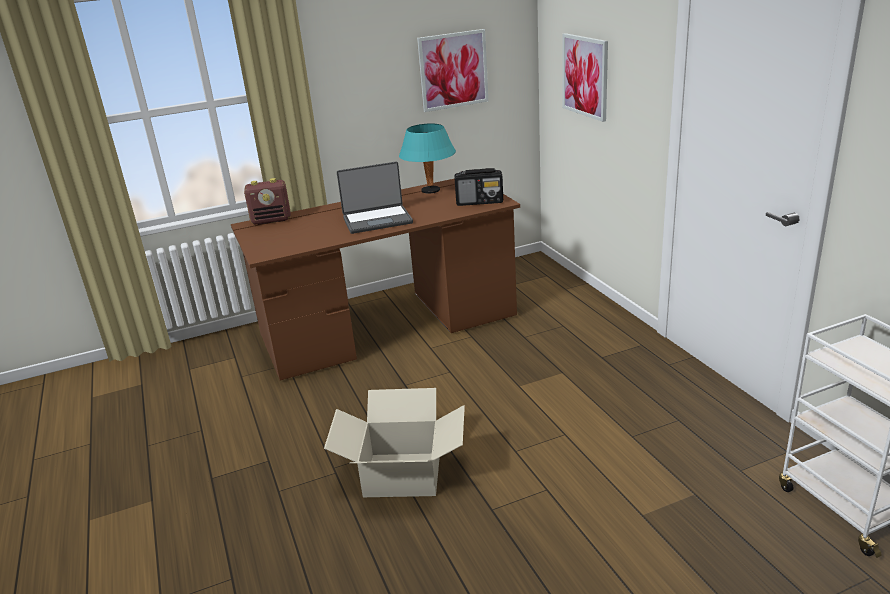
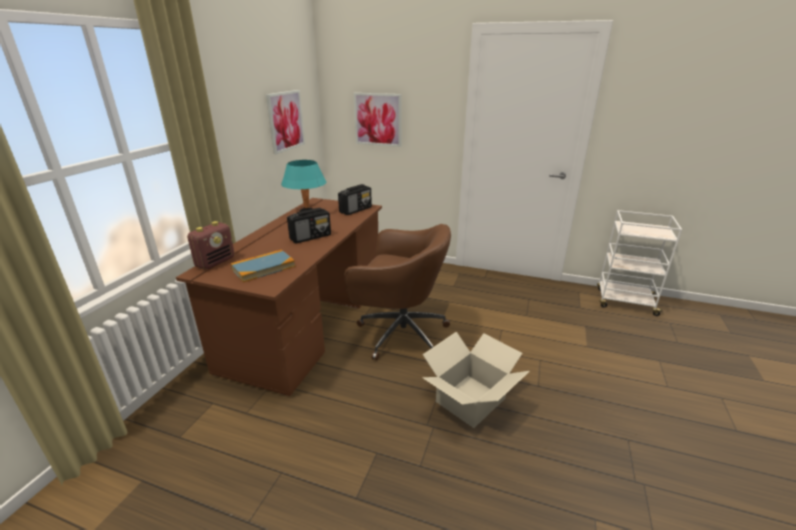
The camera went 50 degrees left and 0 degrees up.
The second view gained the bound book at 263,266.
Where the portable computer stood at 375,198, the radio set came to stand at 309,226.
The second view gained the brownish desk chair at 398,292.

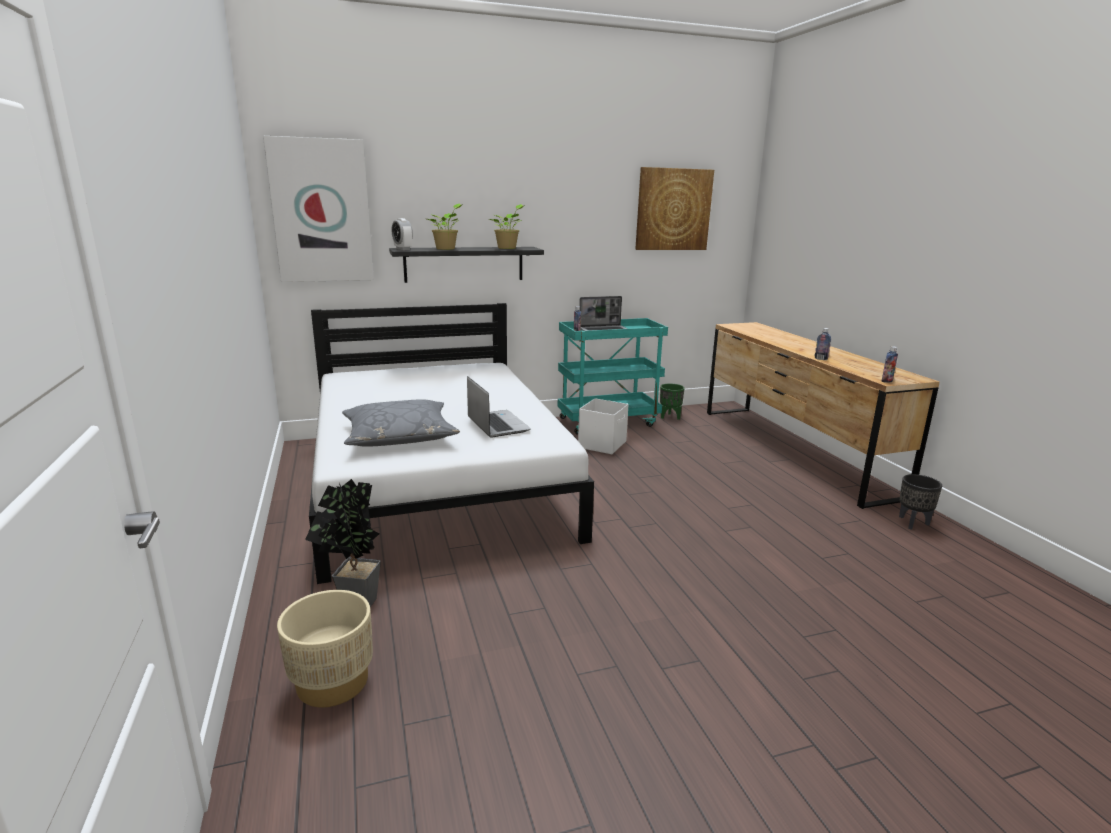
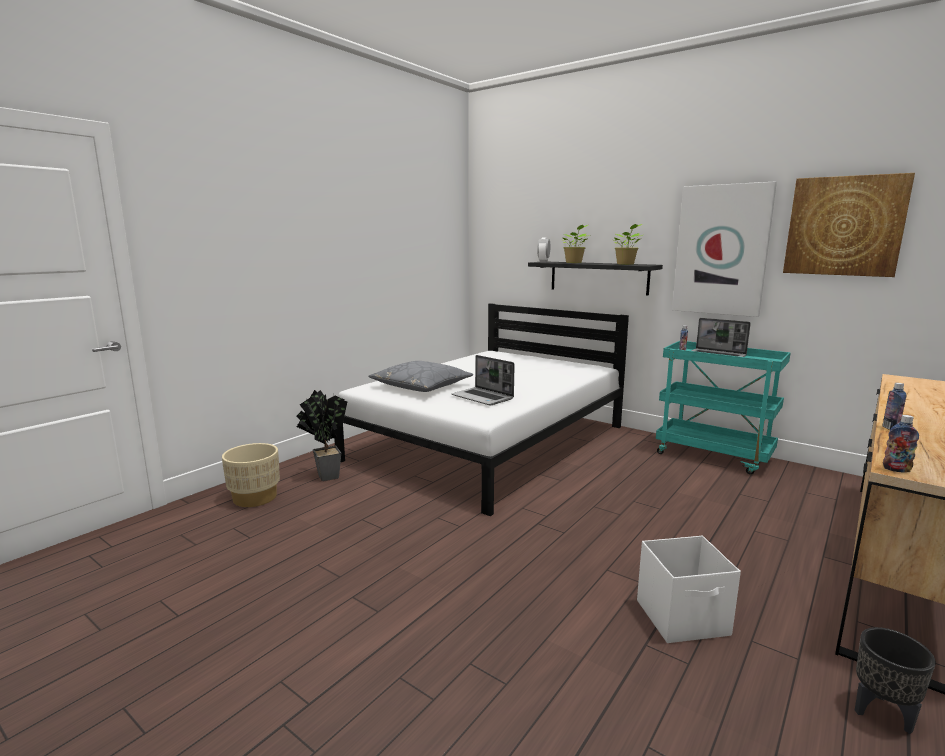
The camera went 55 degrees right and 5 degrees down.
The portable computer at 499,407 ended up facing another way, 105 degrees clockwise from before.
The white-coloured storage container ended up elsewhere, having gone from 603,426 to 689,589.
The wall art ended up elsewhere, having gone from 318,209 to 724,249.
The second view lost the green flower pot at 672,401.

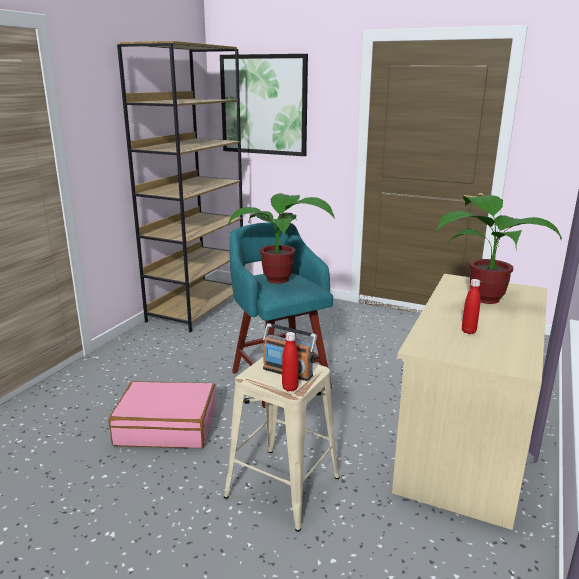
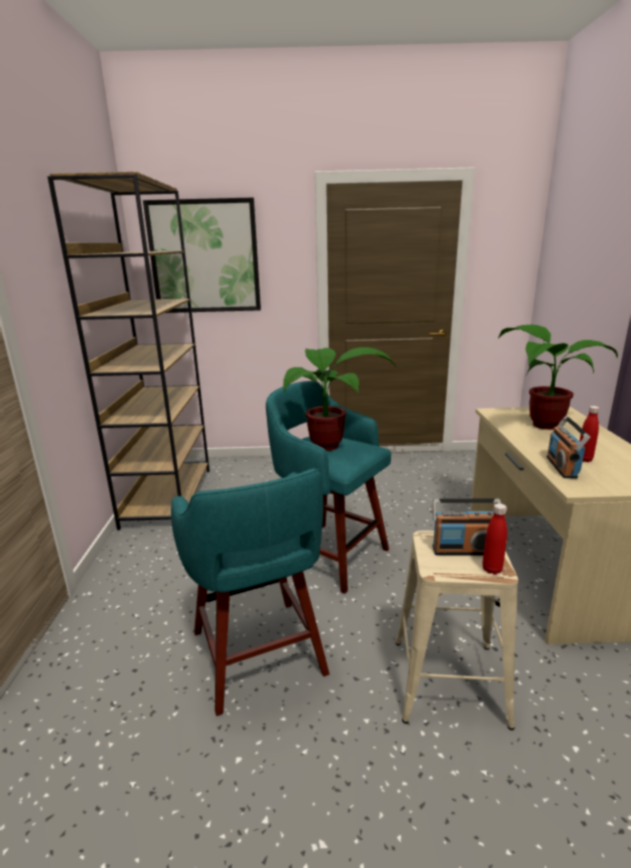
The camera went 25 degrees left and 0 degrees up.
Where the pink-coloured travel case stood at 162,414, the blue-green stool came to stand at 250,592.
The second view gained the radio set at 569,447.

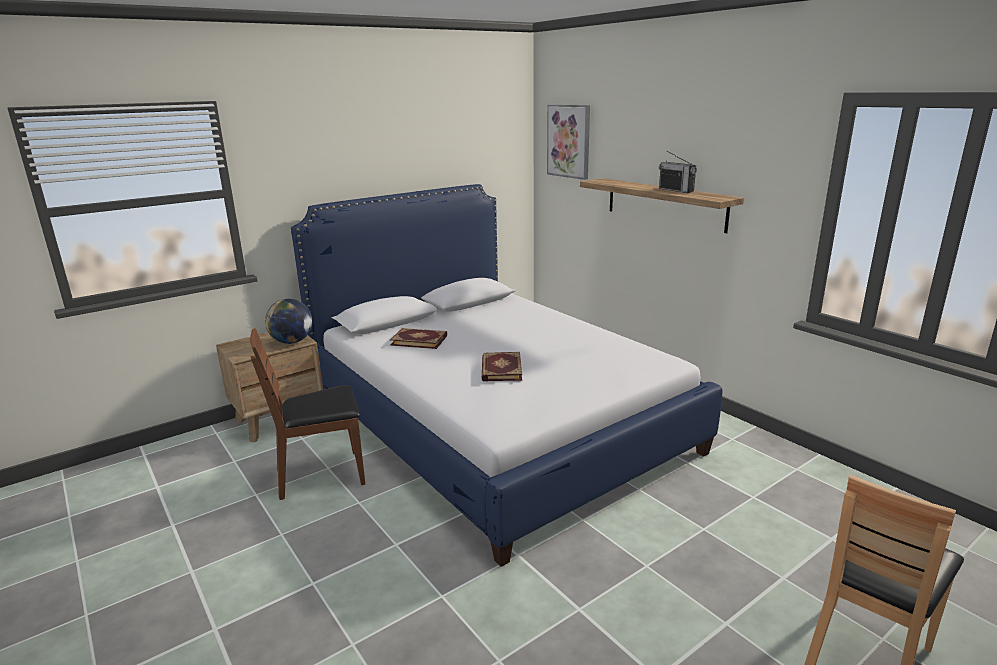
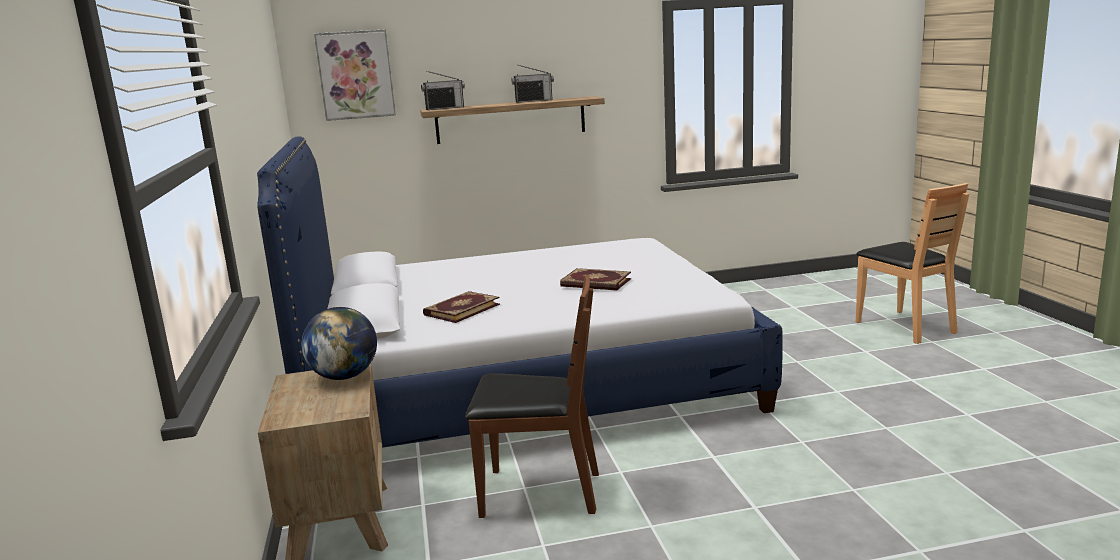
The camera went 65 degrees left and 5 degrees down.
The second view gained the radio set at 443,90.
The brownish chair at 307,414 ended up facing another way, 90 degrees counterclockwise from before.

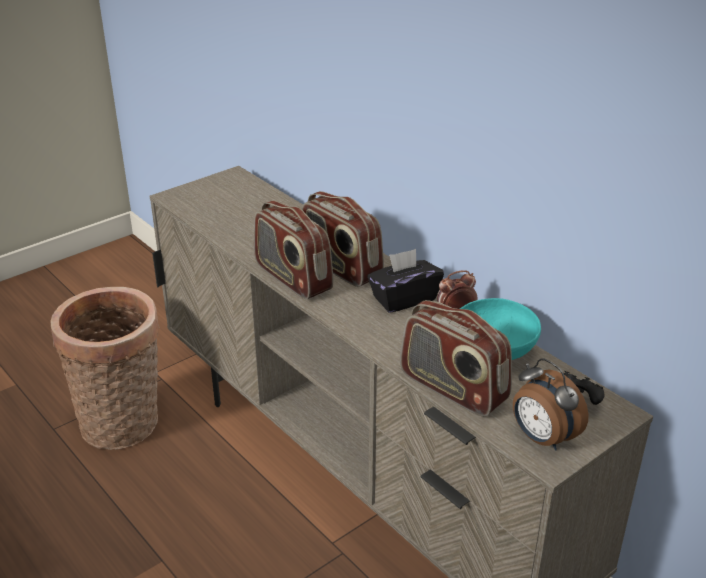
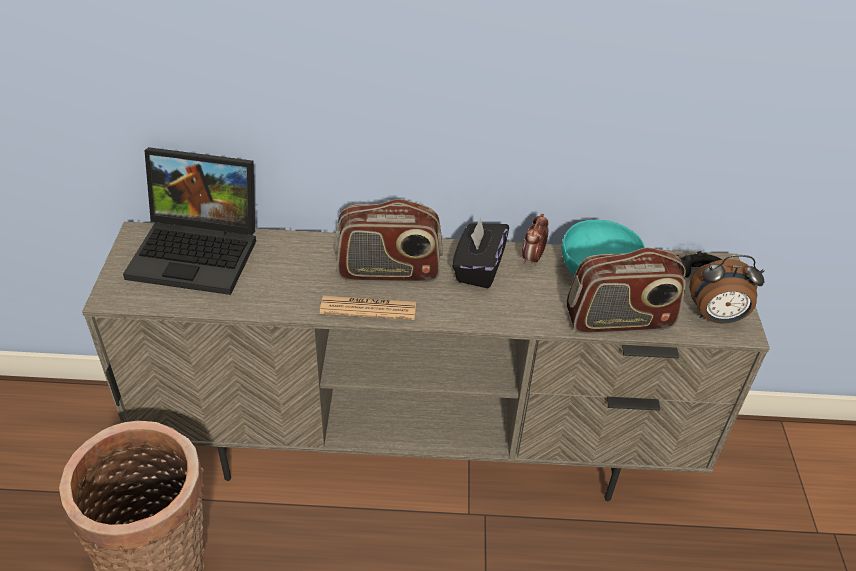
The camera went 50 degrees left and 10 degrees up.
The second view gained the portable computer at 189,221.
Where the radio set stood at 293,250, the newspaper came to stand at 368,308.

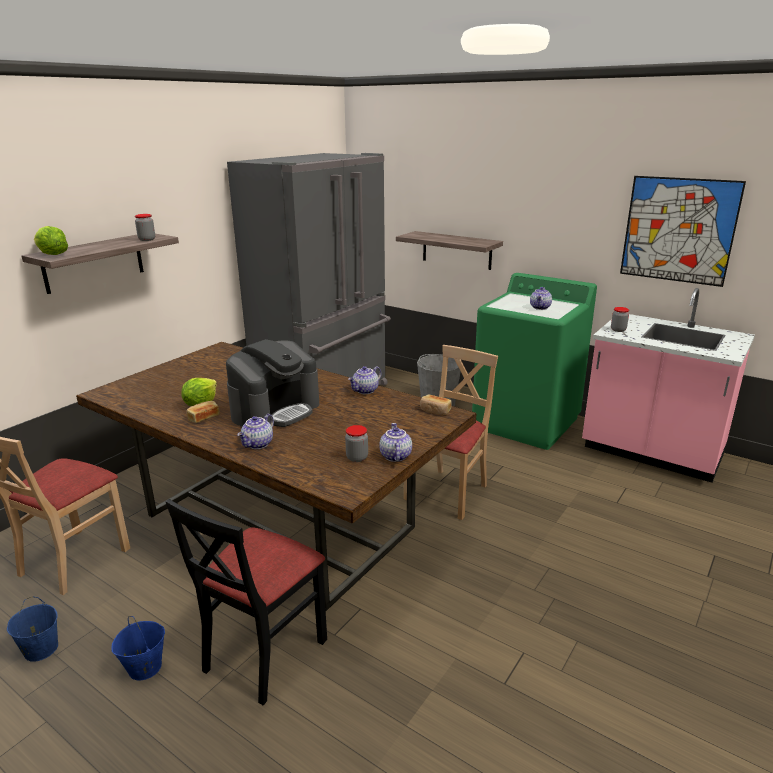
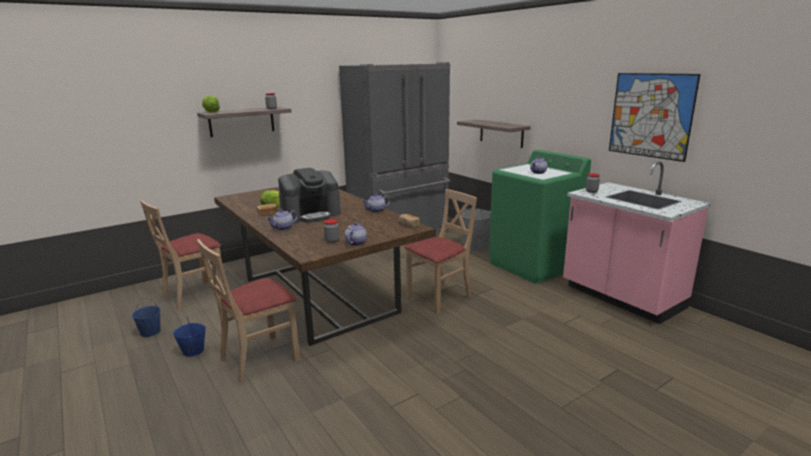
The camera went 20 degrees right and 5 degrees down.
What was the black chair at 246,602 turned into the beige chair at 248,311.

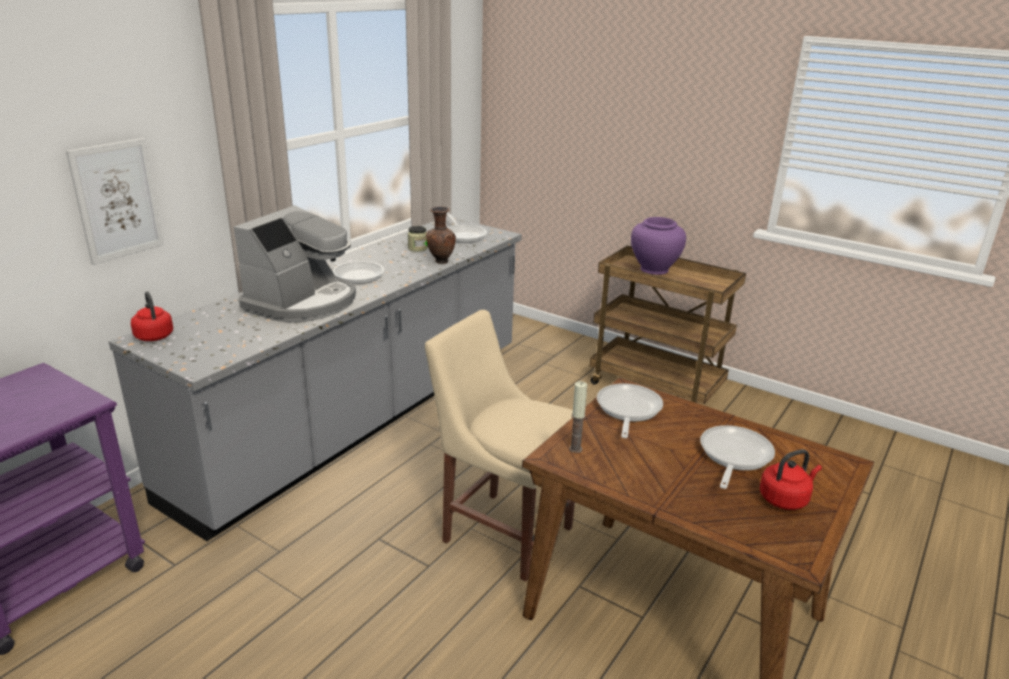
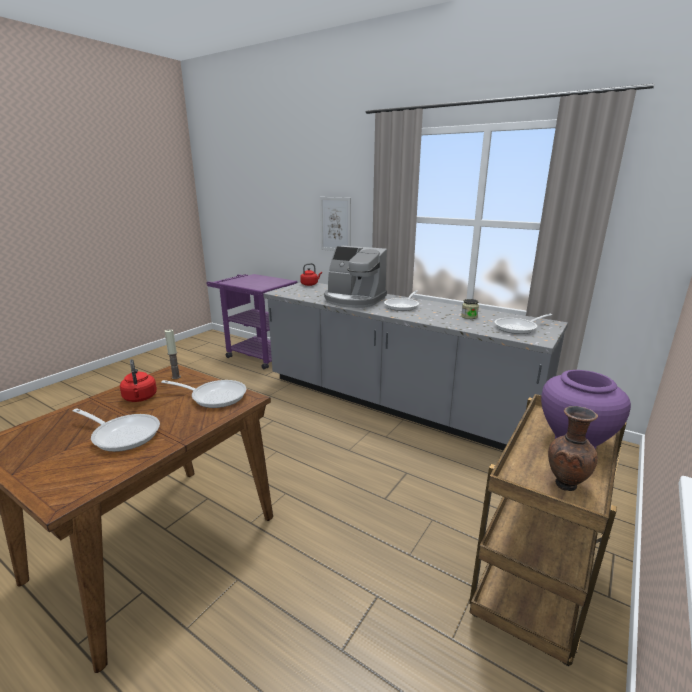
The camera went 90 degrees right and 5 degrees down.
The red-coloured kettle ended up elsewhere, having gone from 791,479 to 138,380.
The brownish vase ended up elsewhere, having gone from 441,235 to 573,448.
The second view lost the beige chair at 500,446.

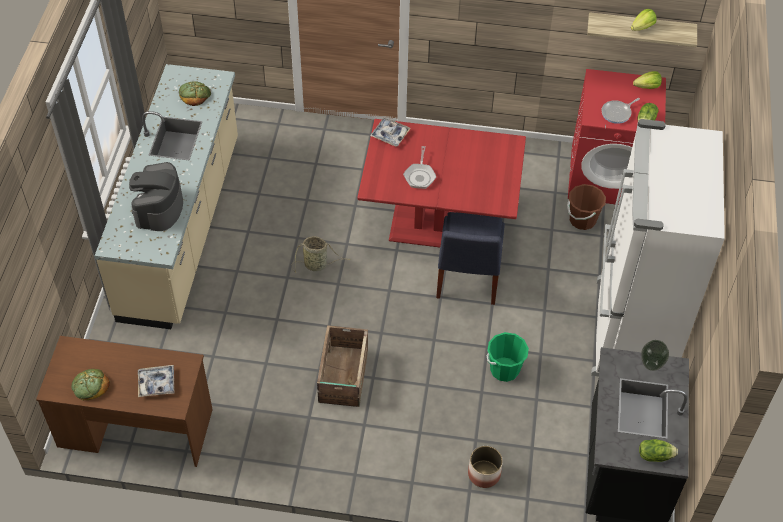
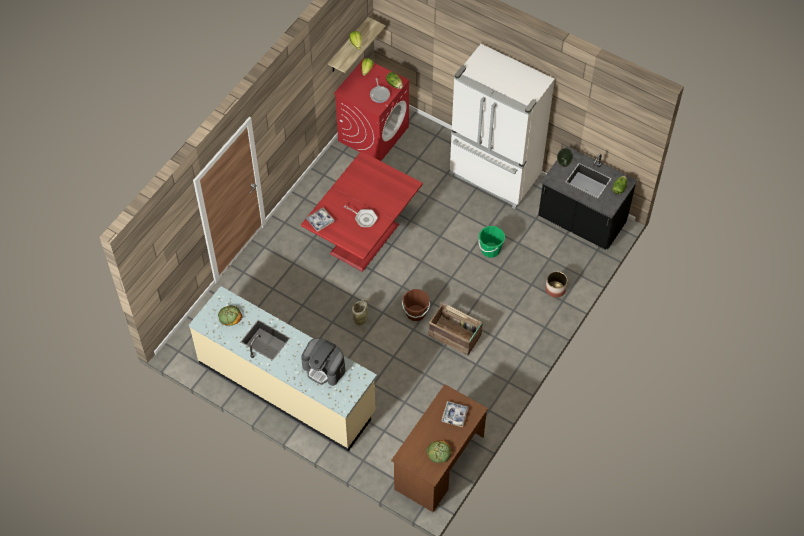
The camera went 65 degrees left and 5 degrees up.
The brownish bucket ended up elsewhere, having gone from 586,207 to 416,305.
The second view lost the blue-coloured chair at 470,258.

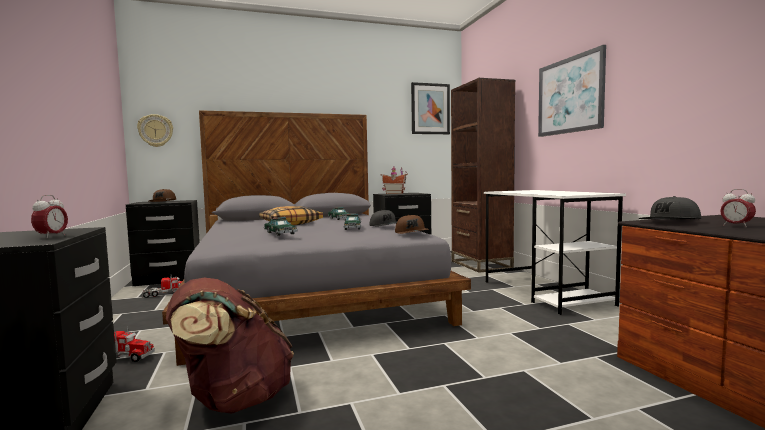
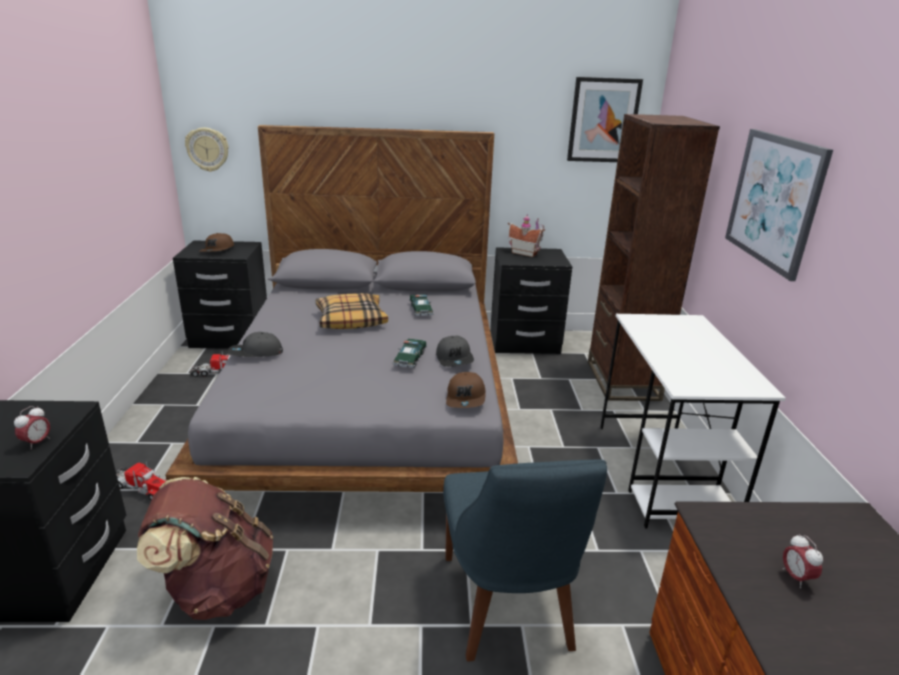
The camera went 15 degrees right and 20 degrees up.
The gray cap ended up elsewhere, having gone from 670,208 to 255,344.
The second view gained the blue-coloured chair at 525,560.
The second view lost the model car at 280,226.

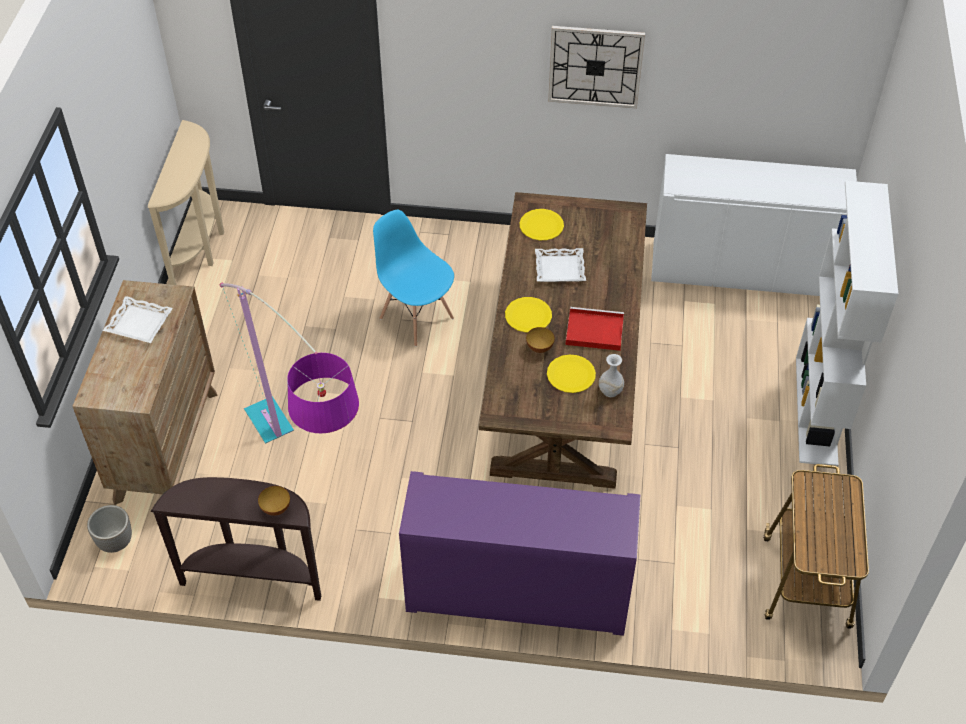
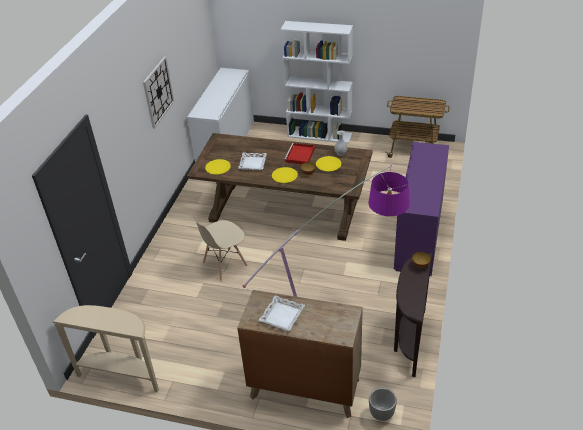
The camera went 80 degrees left and 10 degrees down.
What was the blue-coloured chair at 413,278 turned into the beige chair at 219,248.

